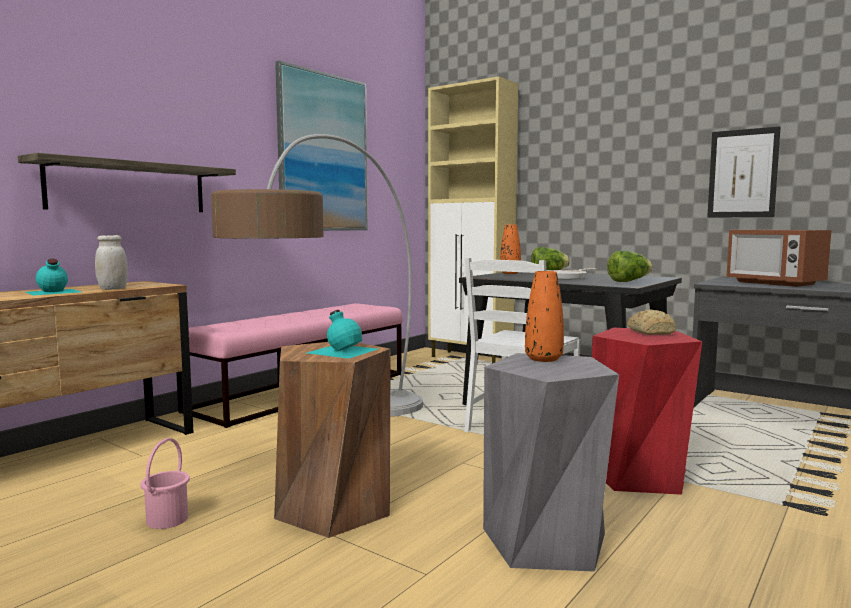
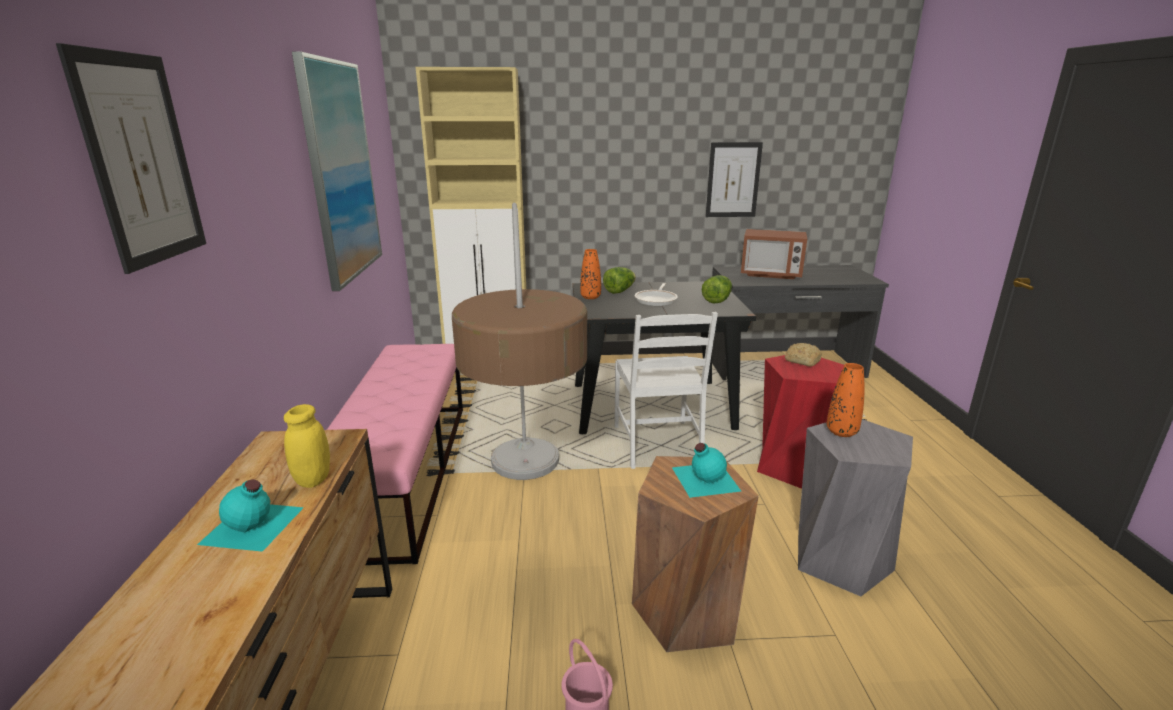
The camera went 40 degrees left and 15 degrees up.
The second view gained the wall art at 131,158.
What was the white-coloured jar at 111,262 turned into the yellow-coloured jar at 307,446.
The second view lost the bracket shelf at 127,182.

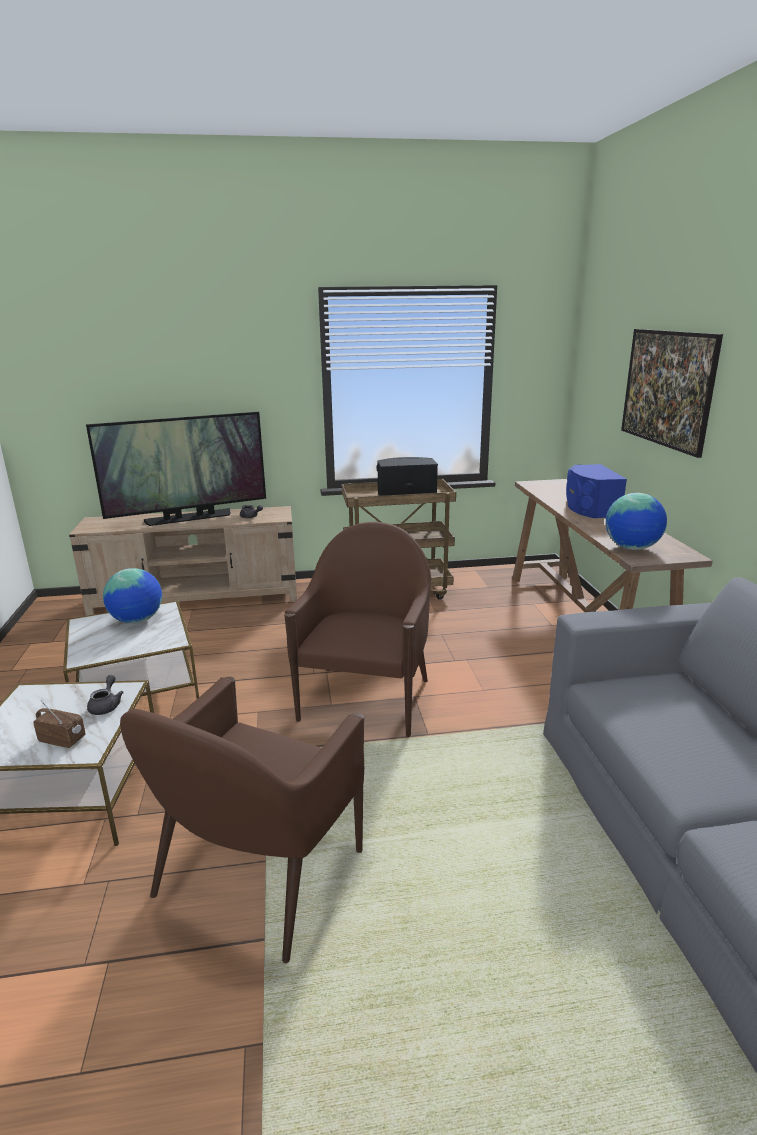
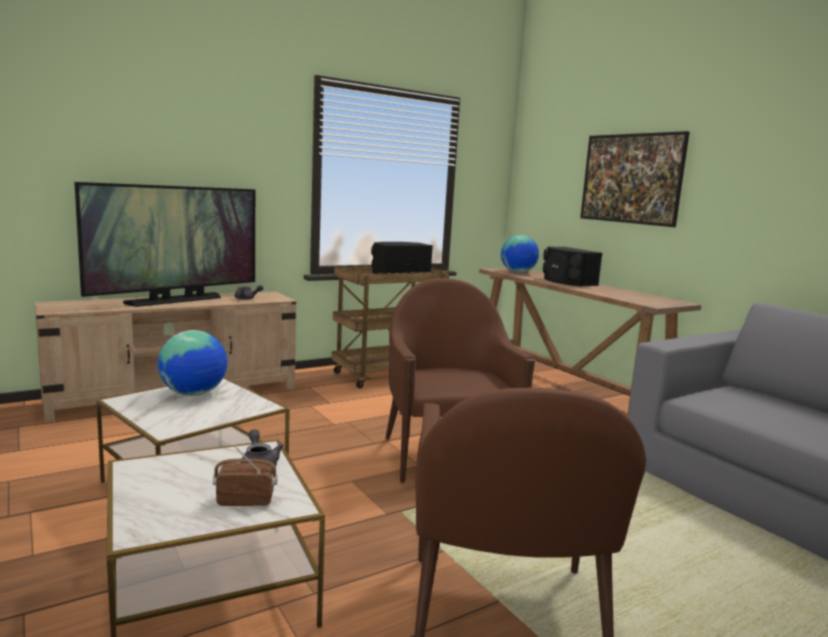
The camera went 25 degrees left and 10 degrees down.
The globe ended up elsewhere, having gone from 636,521 to 520,254.
What was the blue-coloured loudspeaker at 596,491 turned into the black loudspeaker at 572,266.

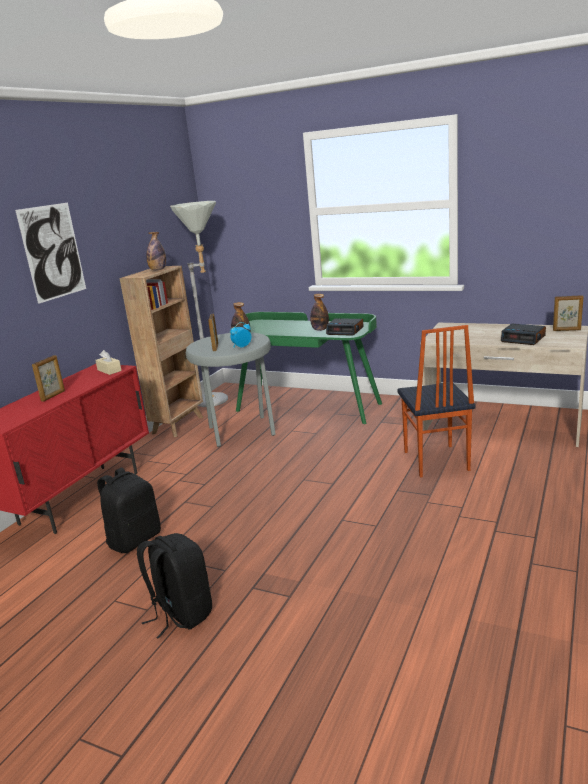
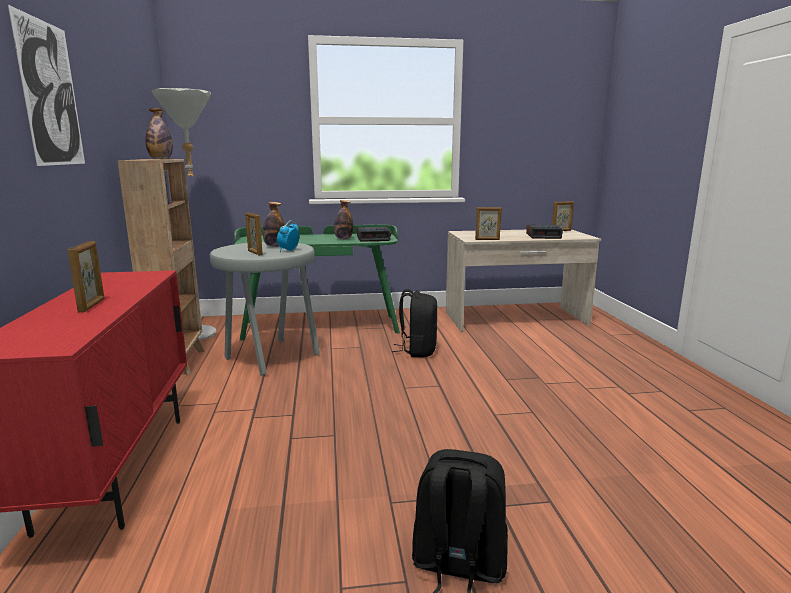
The camera went 35 degrees left and 5 degrees down.
The black rucksack ended up elsewhere, having gone from 129,510 to 414,323.
The second view gained the photo frame at 488,223.
The second view lost the beige tissue holder at 108,362.
The second view lost the chair at 436,401.

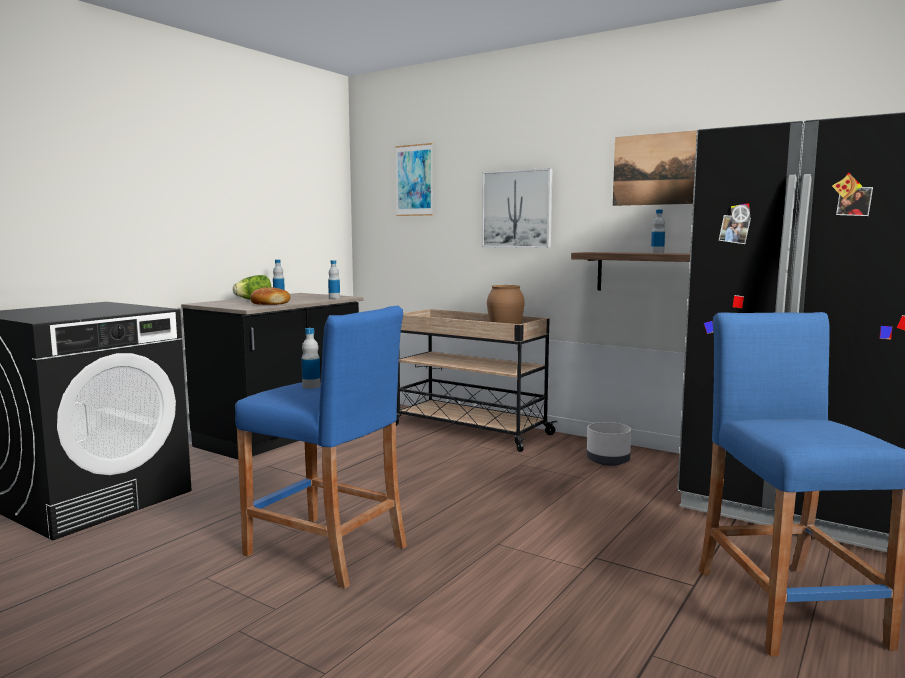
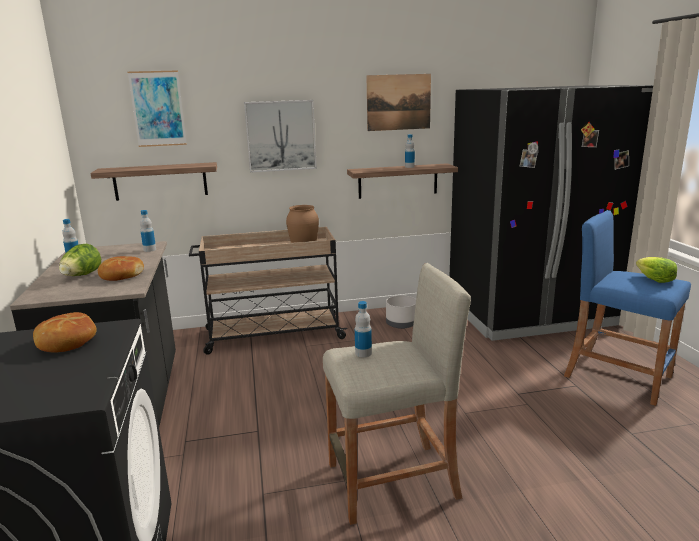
The camera went 45 degrees left and 10 degrees up.
The second view gained the baked bread at 65,332.
The second view gained the bracket shelf at 153,181.
What was the blue-coloured stool at 321,447 turned into the beige stool at 397,394.
The second view gained the lettuce at 656,270.

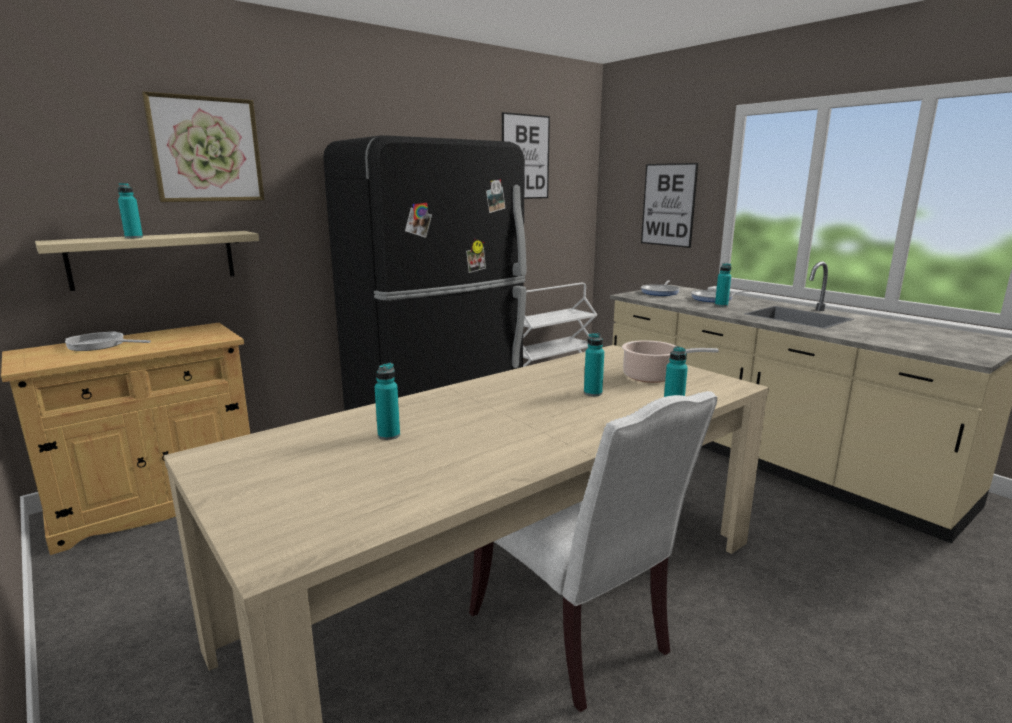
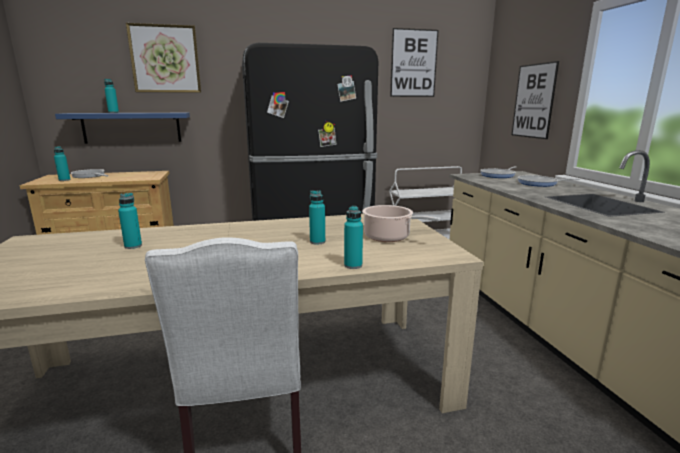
The camera went 25 degrees right and 0 degrees up.
The blue-green drink bottle ended up elsewhere, having gone from 723,285 to 62,163.
What was the beige bracket shelf at 147,261 turned into the blue-coloured bracket shelf at 122,128.

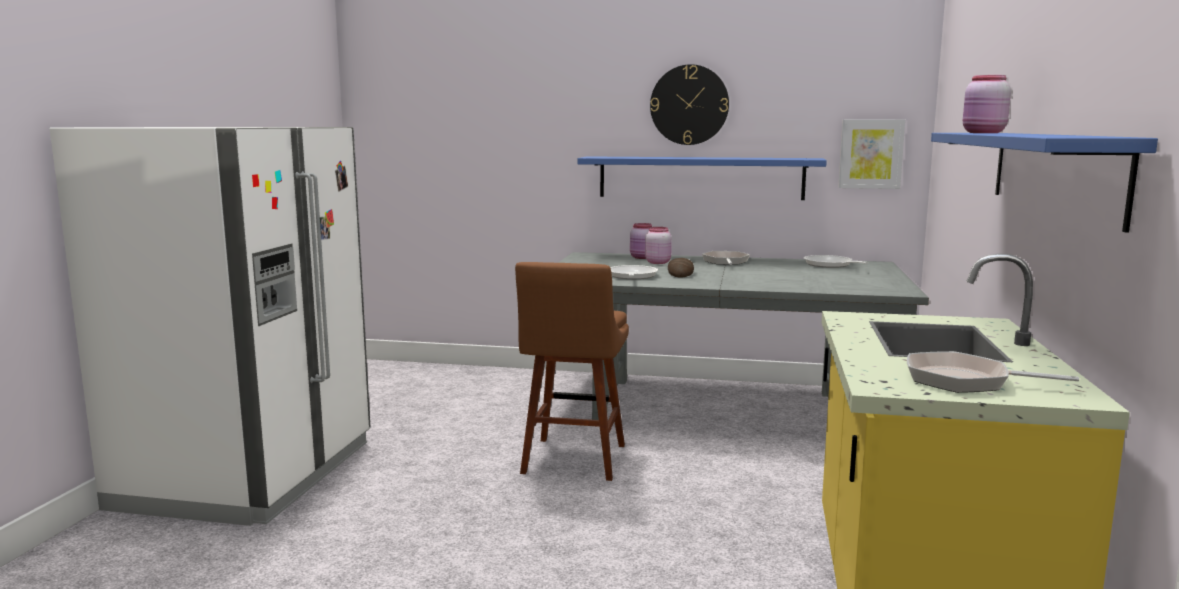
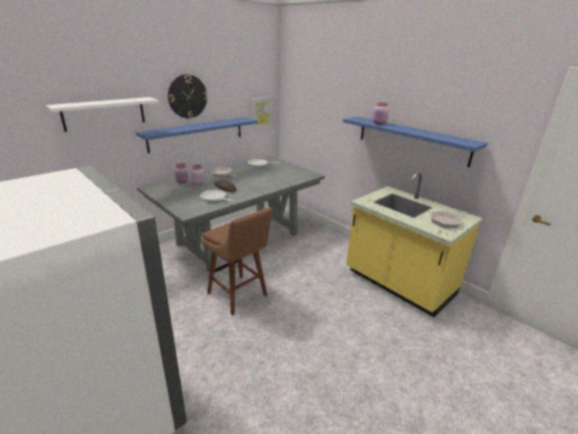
The camera went 55 degrees left and 15 degrees up.
The second view gained the white-coloured bracket shelf at 102,114.

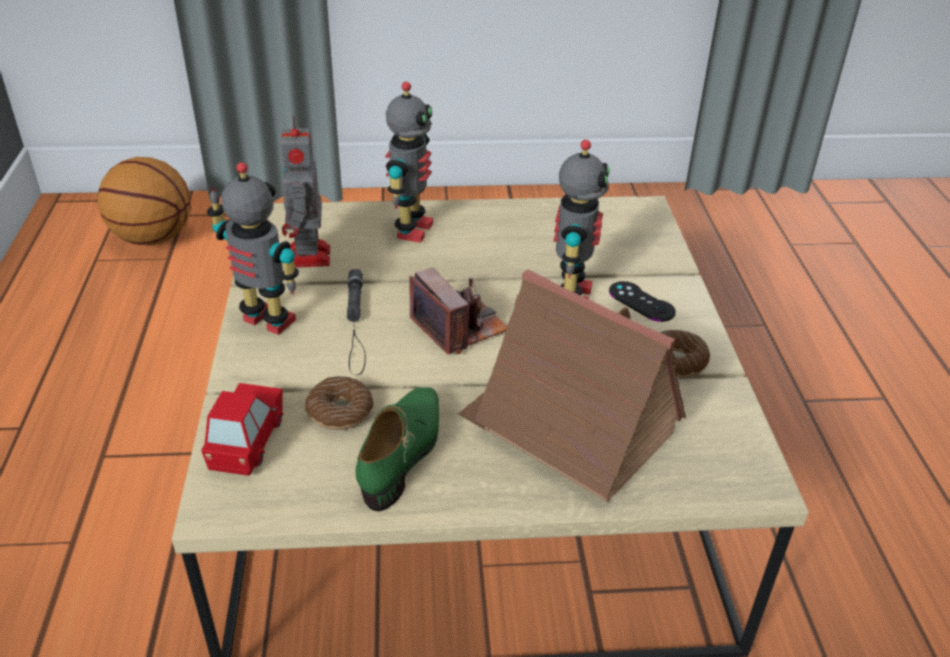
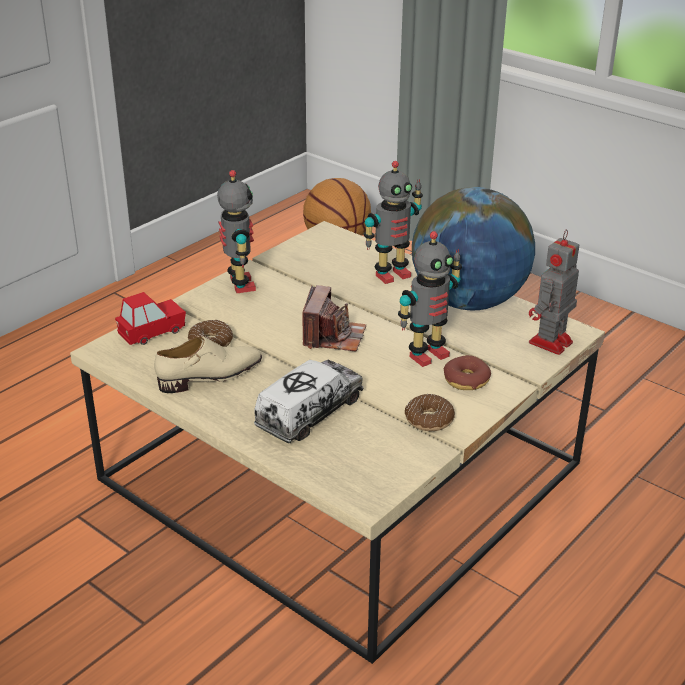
The camera went 45 degrees right and 5 degrees down.
What was the green low shoe at 397,449 turned into the beige low shoe at 208,364.
Where the miniature house stood at 572,386, the toy lorry came to stand at 308,401.
The second view gained the globe at 473,248.
Where the black joypad stood at 642,301, the ring doughnut came to stand at 467,372.
The robot figure ended up elsewhere, having gone from 305,191 to 554,292.
The second view lost the black flashlight at 356,322.

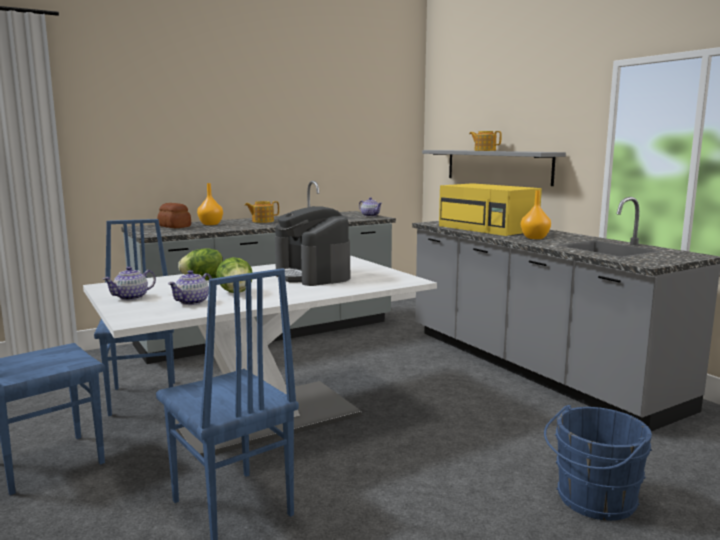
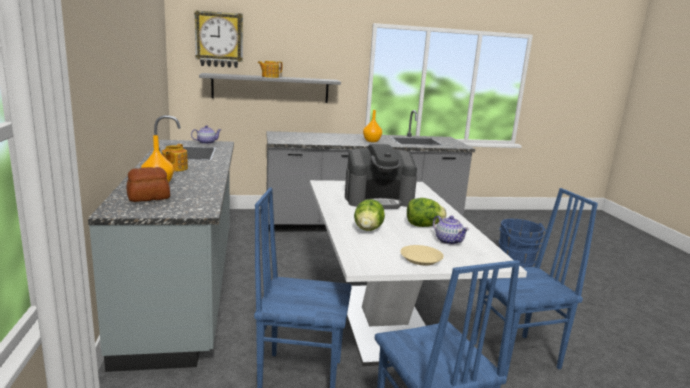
The camera went 70 degrees left and 5 degrees up.
The second view gained the wall clock at 218,39.
Where the tea pot stood at 129,283, the beige flat dish came to stand at 422,255.
The second view lost the yellow-coloured microwave oven at 490,209.

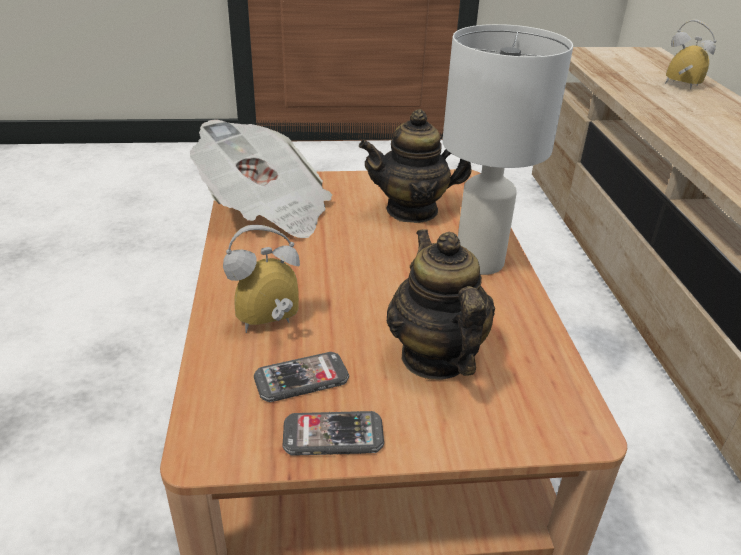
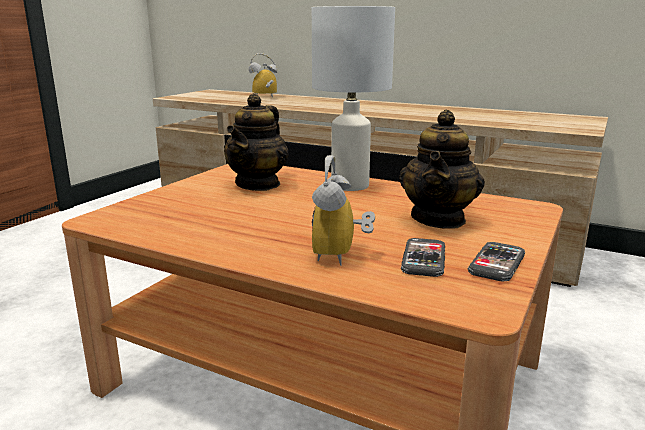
The camera went 55 degrees left and 15 degrees down.
The tea pot at 441,304 ended up facing another way, 90 degrees counterclockwise from before.
The second view lost the newspaper at 261,178.

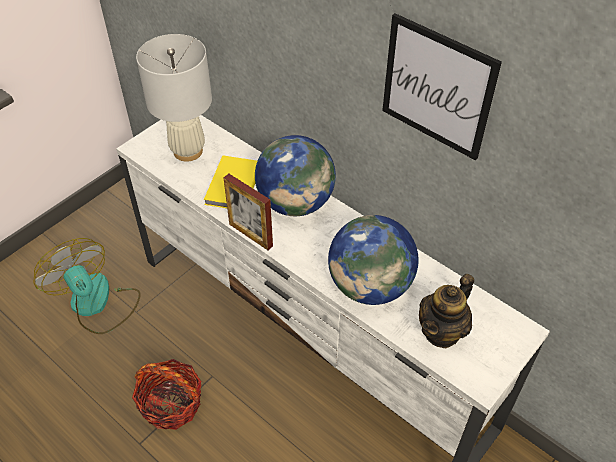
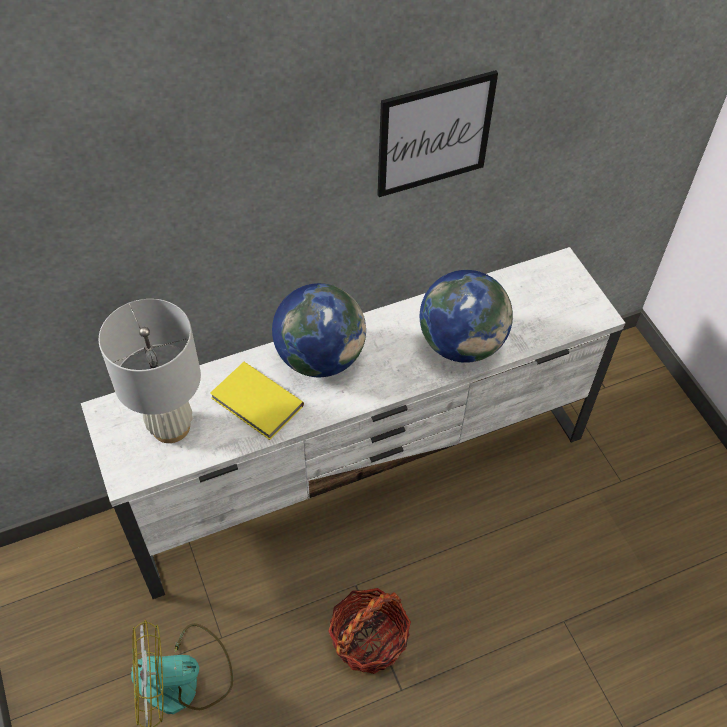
The camera went 65 degrees left and 5 degrees up.
The second view lost the photo frame at 248,212.
The second view lost the tea pot at 446,311.

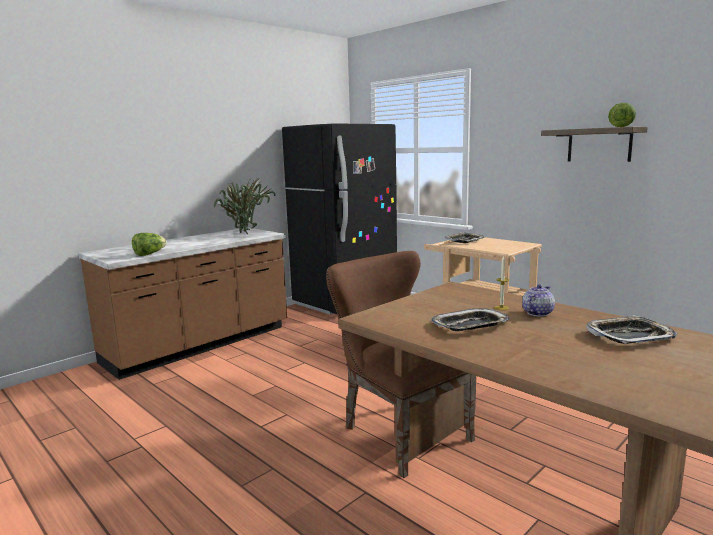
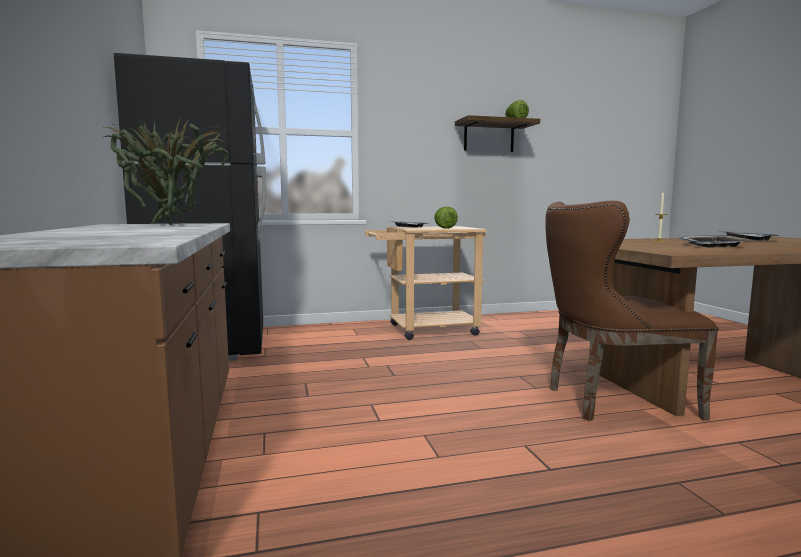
The camera went 60 degrees left and 5 degrees down.
The lettuce ended up elsewhere, having gone from 149,244 to 446,217.
The second view lost the tea pot at 538,300.

